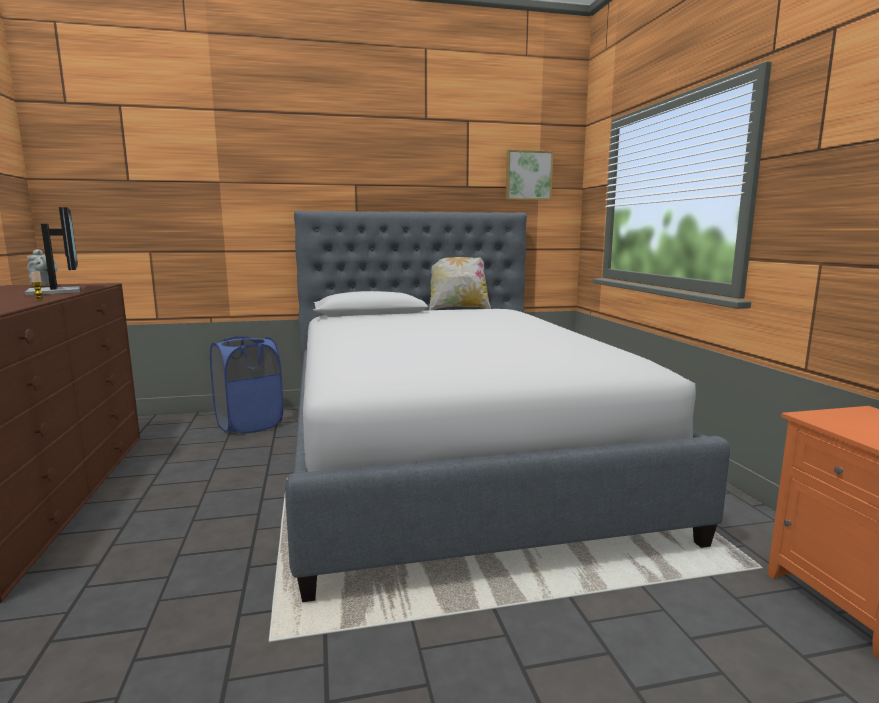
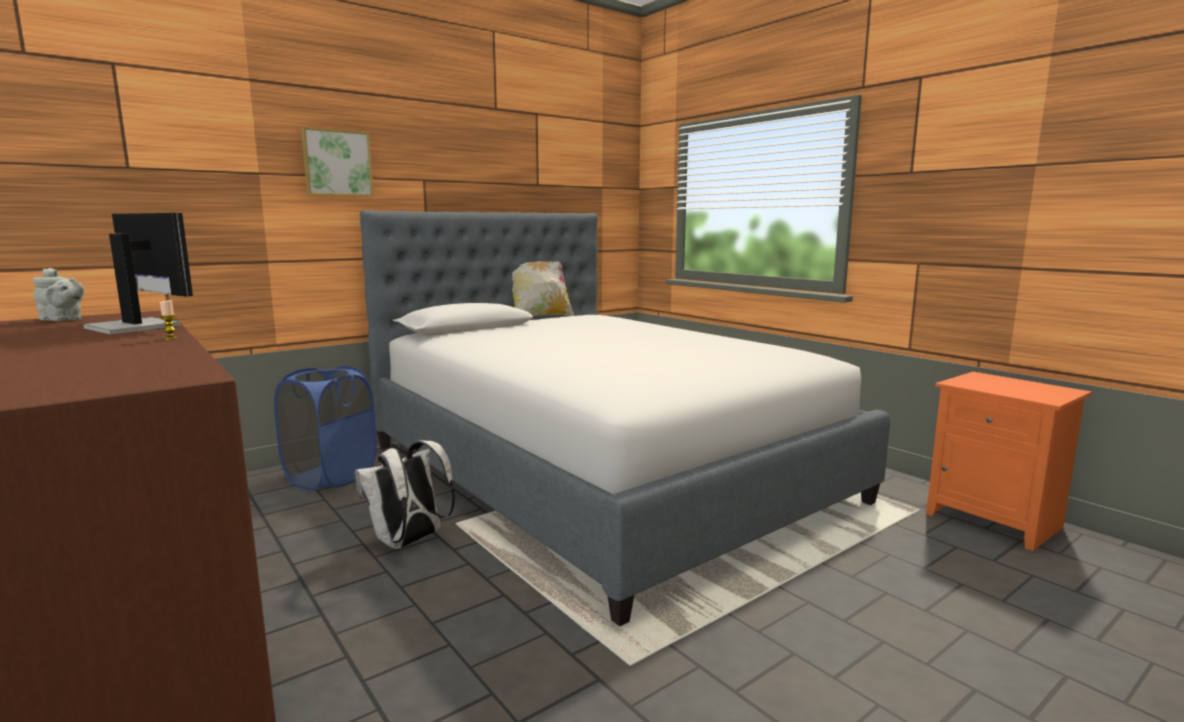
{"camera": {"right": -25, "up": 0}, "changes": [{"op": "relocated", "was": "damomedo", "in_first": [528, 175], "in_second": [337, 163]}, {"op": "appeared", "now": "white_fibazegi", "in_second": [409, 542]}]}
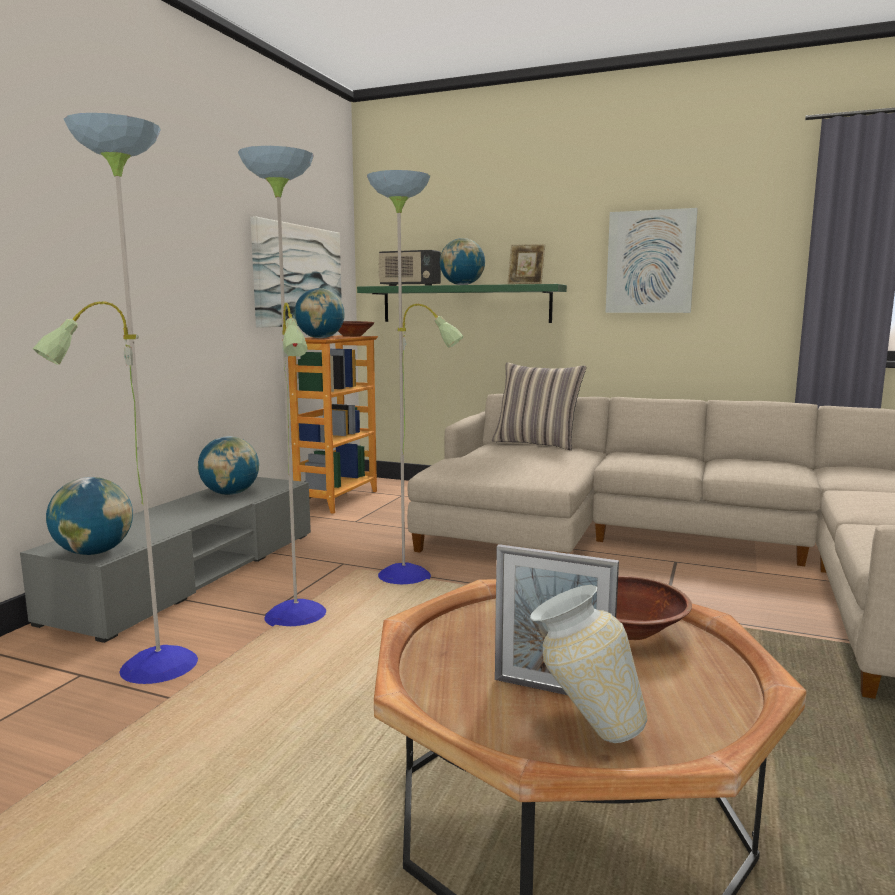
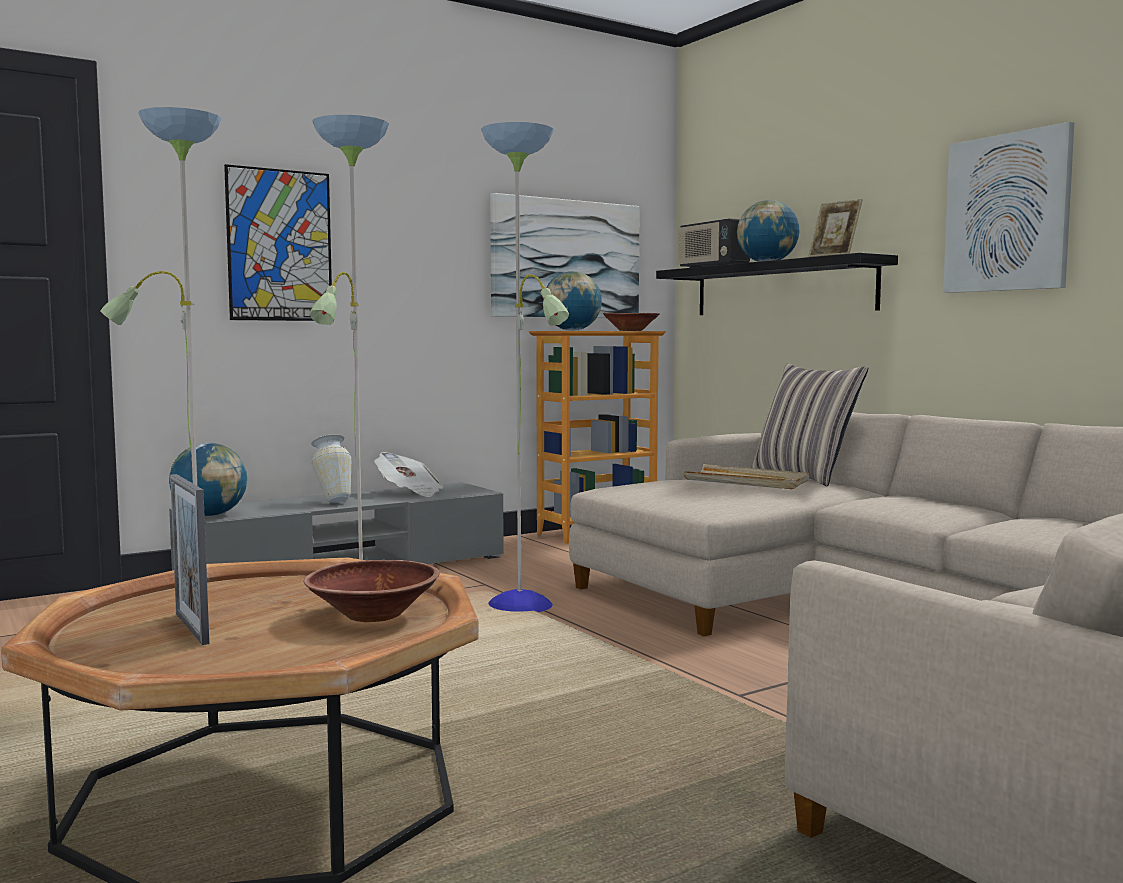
{"camera": {"right": 35, "up": -5}, "changes": [{"op": "colour", "was": "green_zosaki", "now": "black_zosaki", "in_first": [465, 304], "in_second": [781, 289]}, {"op": "exchanged", "was": "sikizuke", "now": "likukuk", "in_first": [230, 493], "in_second": [409, 493]}, {"op": "relocated", "was": "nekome", "in_first": [583, 729], "in_second": [333, 501]}, {"op": "appeared", "now": "damomedo", "in_second": [279, 245]}, {"op": "appeared", "now": "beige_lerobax", "in_second": [747, 482]}]}
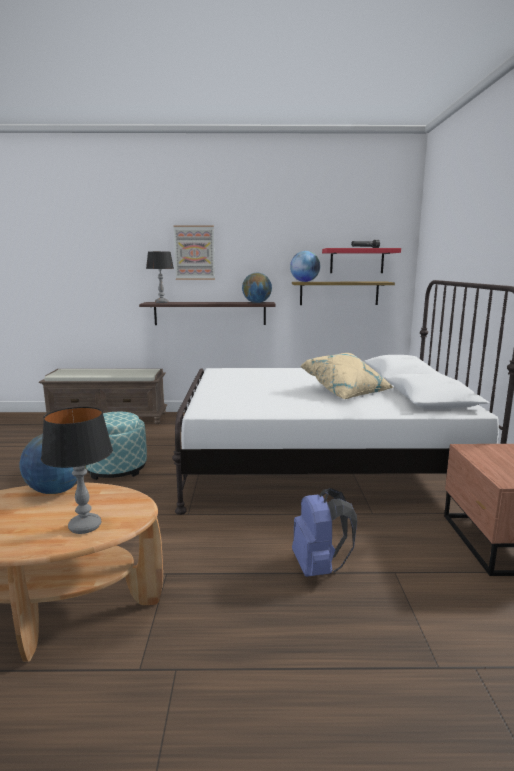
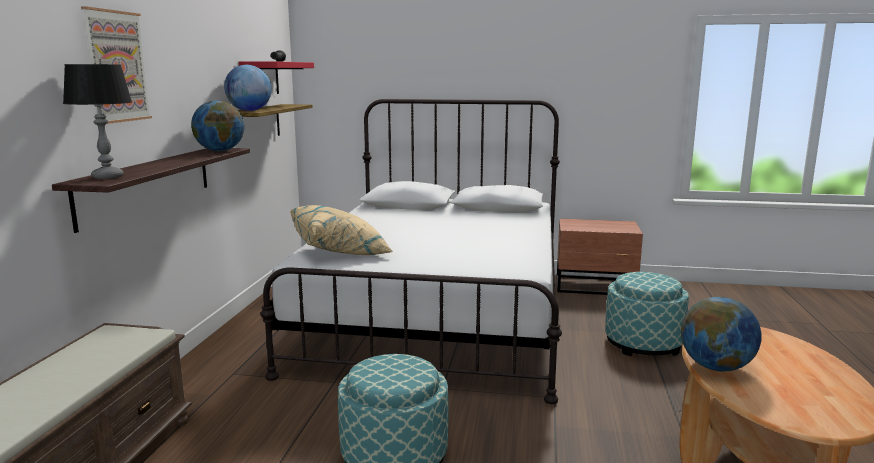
{"camera": {"right": -80, "up": 0}, "changes": [{"op": "relocated", "was": "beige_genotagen", "in_first": [346, 391], "in_second": [341, 251]}, {"op": "missing", "was": "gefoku", "in_first": [84, 526]}, {"op": "exchanged", "was": "blue_fibazegi", "now": "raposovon", "in_first": [319, 567], "in_second": [643, 343]}]}
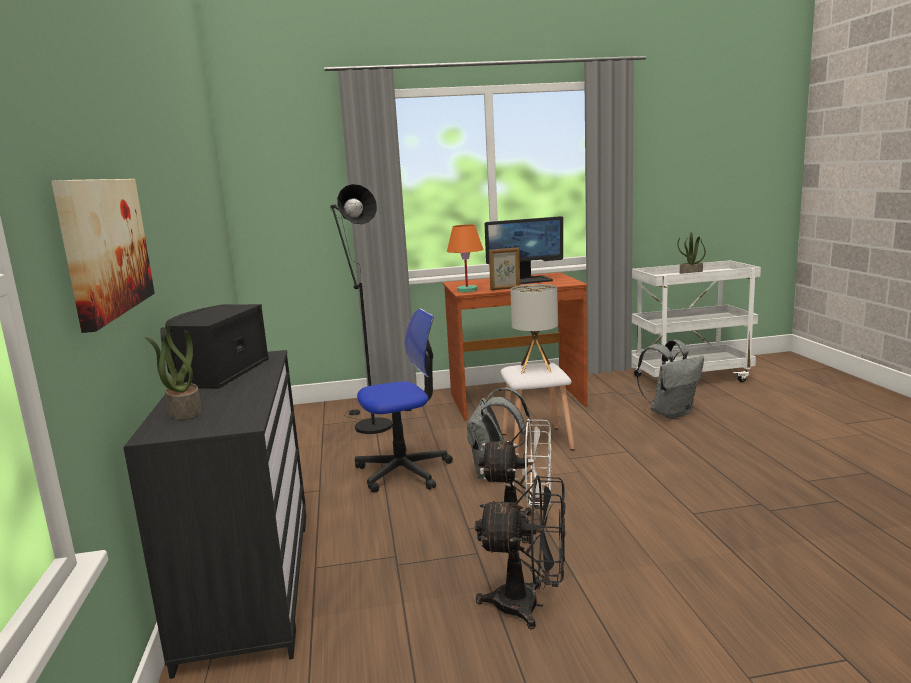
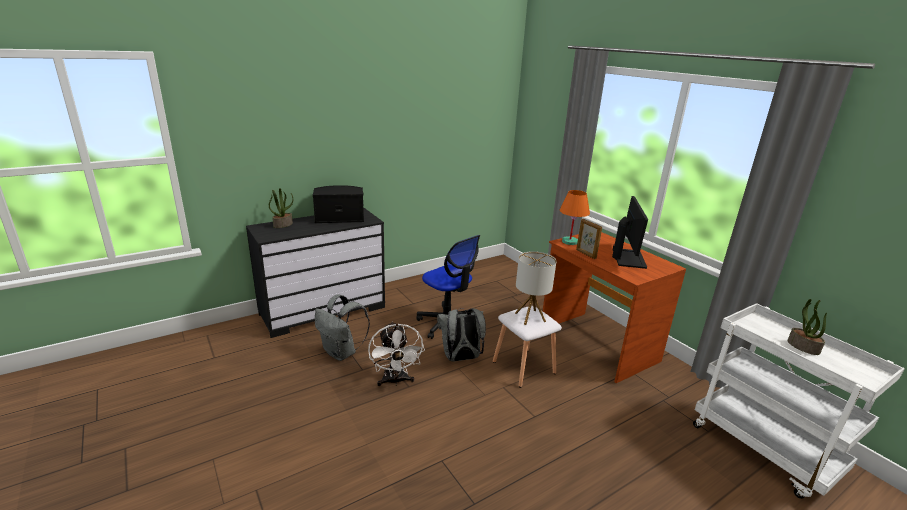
{"camera": {"right": 65, "up": 10}, "changes": [{"op": "missing", "was": "damomedo", "in_first": [104, 247]}, {"op": "missing", "was": "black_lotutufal", "in_first": [369, 425]}, {"op": "spun", "was": "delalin", "in_first": [526, 280], "in_second": [628, 258], "clockwise": -135}, {"op": "relocated", "was": "grey_fibazegi", "in_first": [671, 413], "in_second": [342, 353]}, {"op": "missing", "was": "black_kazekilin", "in_first": [529, 605]}]}
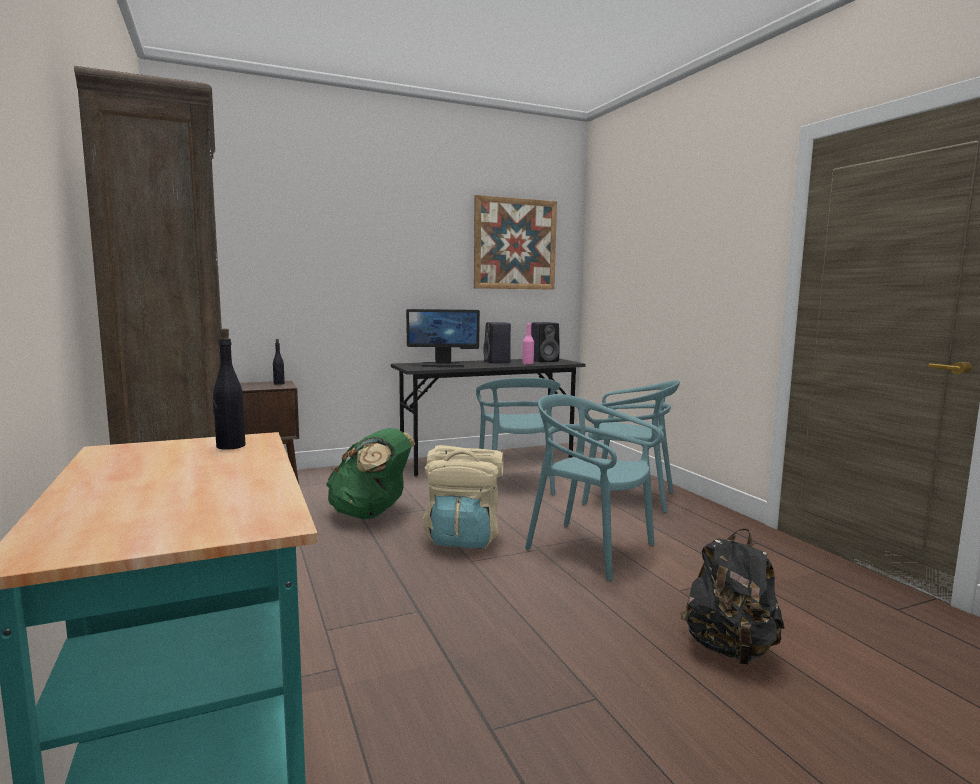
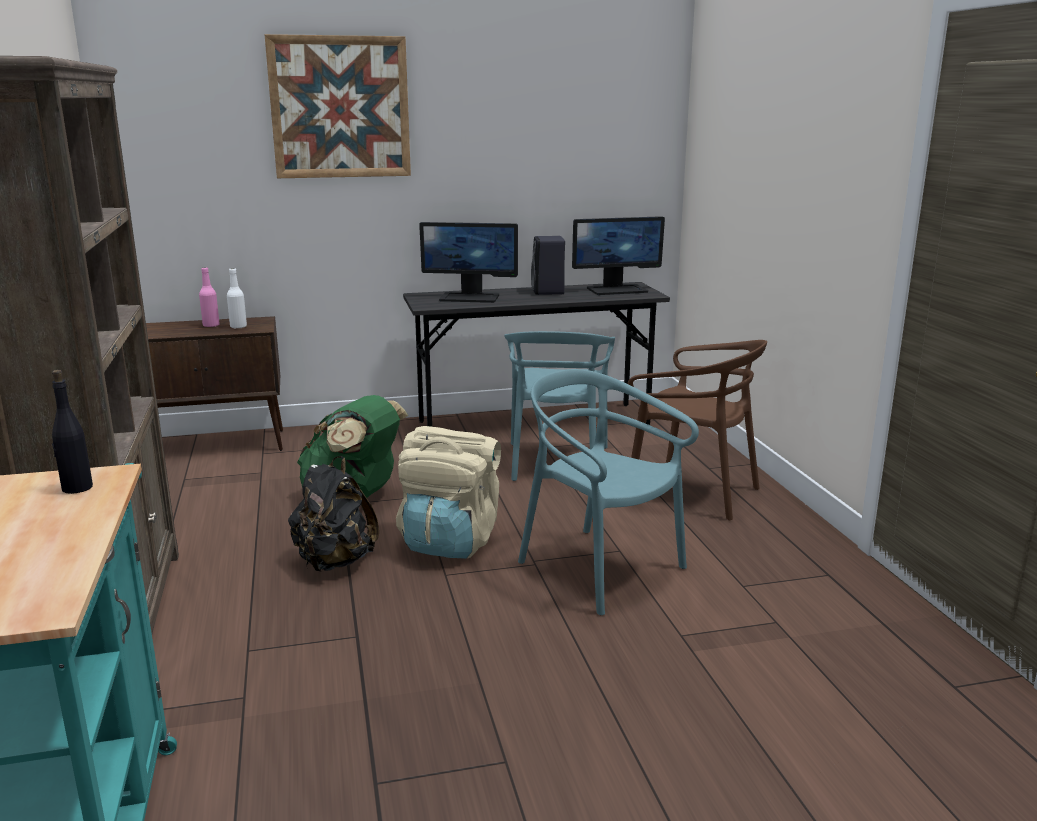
{"camera": {"right": 10, "up": 10}, "changes": [{"op": "relocated", "was": "damomedo", "in_first": [515, 244], "in_second": [340, 107]}, {"op": "exchanged", "was": "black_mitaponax", "now": "delalin", "in_first": [545, 361], "in_second": [617, 290]}, {"op": "relocated", "was": "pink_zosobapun", "in_first": [528, 364], "in_second": [211, 325]}, {"op": "missing", "was": "black_zosobapun", "in_first": [279, 383]}, {"op": "colour", "was": "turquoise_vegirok", "now": "brown_vegirok", "in_first": [627, 497], "in_second": [692, 492]}, {"op": "relocated", "was": "black_fibazegi", "in_first": [729, 649], "in_second": [334, 561]}, {"op": "appeared", "now": "white_zosobapun", "in_second": [238, 327]}]}
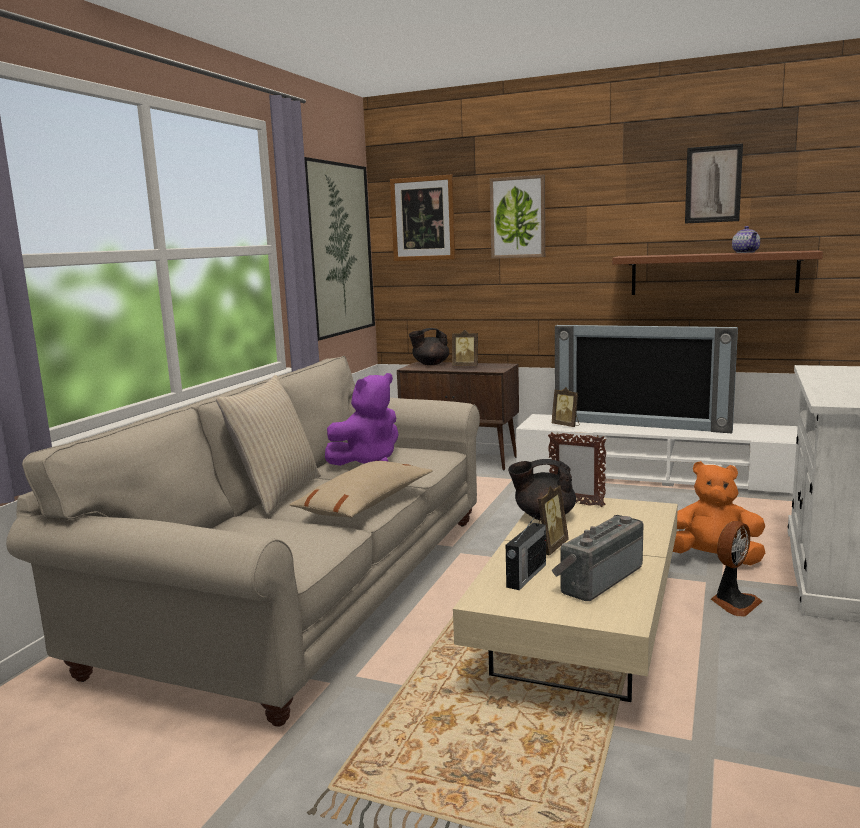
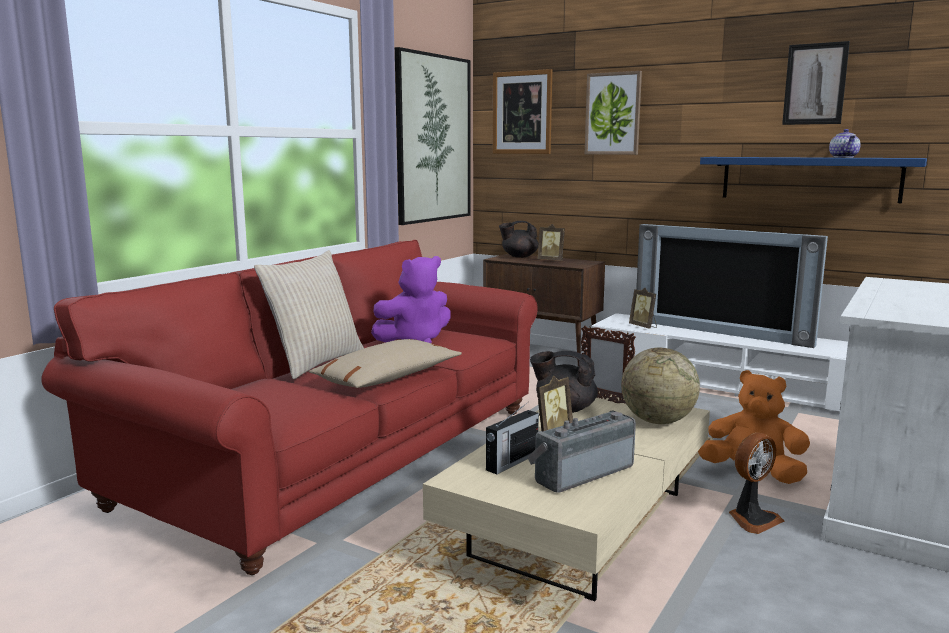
{"camera": {"right": 10, "up": 0}, "changes": [{"op": "colour", "was": "brown_zosaki", "now": "blue_zosaki", "in_first": [712, 273], "in_second": [809, 178]}, {"op": "colour", "was": "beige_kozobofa", "now": "red_kozobofa", "in_first": [310, 587], "in_second": [342, 455]}, {"op": "appeared", "now": "sikizuke", "in_second": [657, 421]}]}
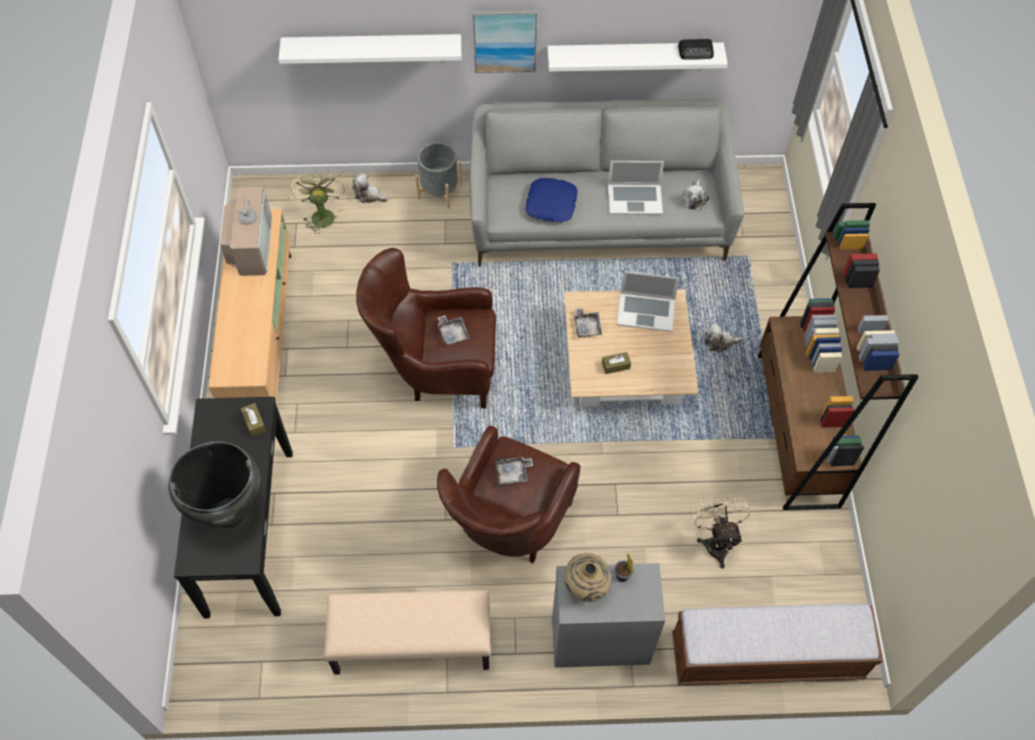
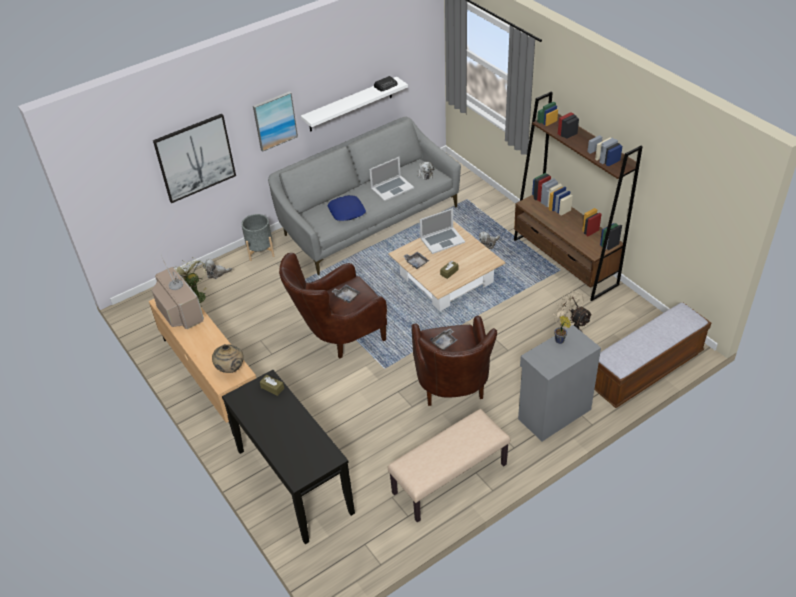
{"camera": {"right": -30, "up": -15}, "changes": [{"op": "exchanged", "was": "white_zosaki", "now": "damomedo", "in_first": [372, 48], "in_second": [195, 158]}, {"op": "missing", "was": "black_nekome", "in_first": [229, 512]}, {"op": "relocated", "was": "beige_nekome", "in_first": [586, 587], "in_second": [230, 369]}]}
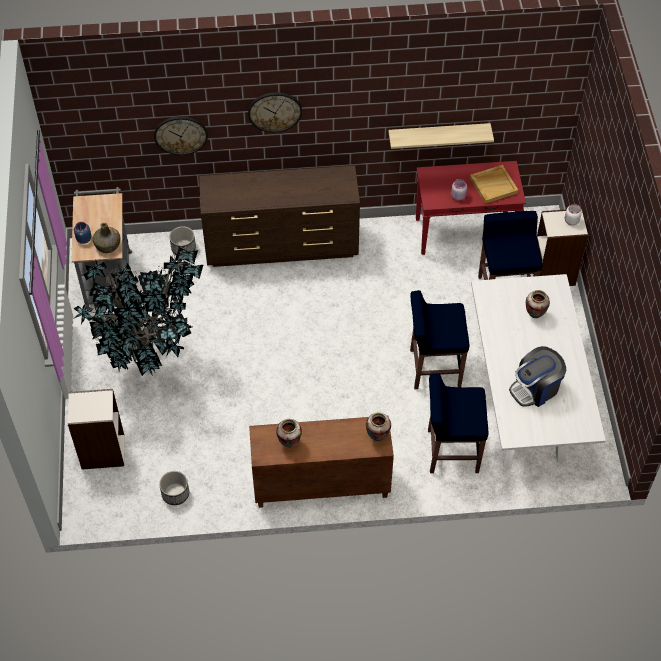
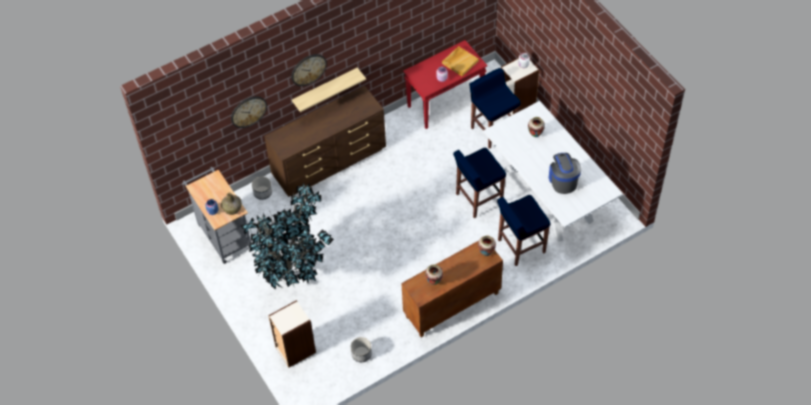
{"camera": {"right": -25, "up": 0}, "changes": [{"op": "relocated", "was": "zosaki", "in_first": [438, 134], "in_second": [325, 89]}, {"op": "spun", "was": "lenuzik", "in_first": [535, 388], "in_second": [563, 180], "clockwise": 135}]}
